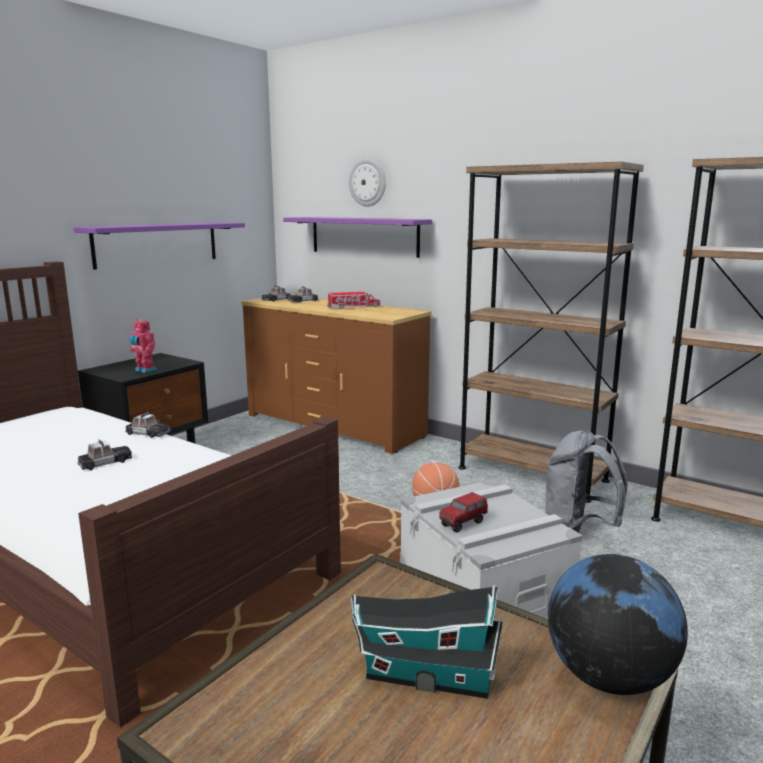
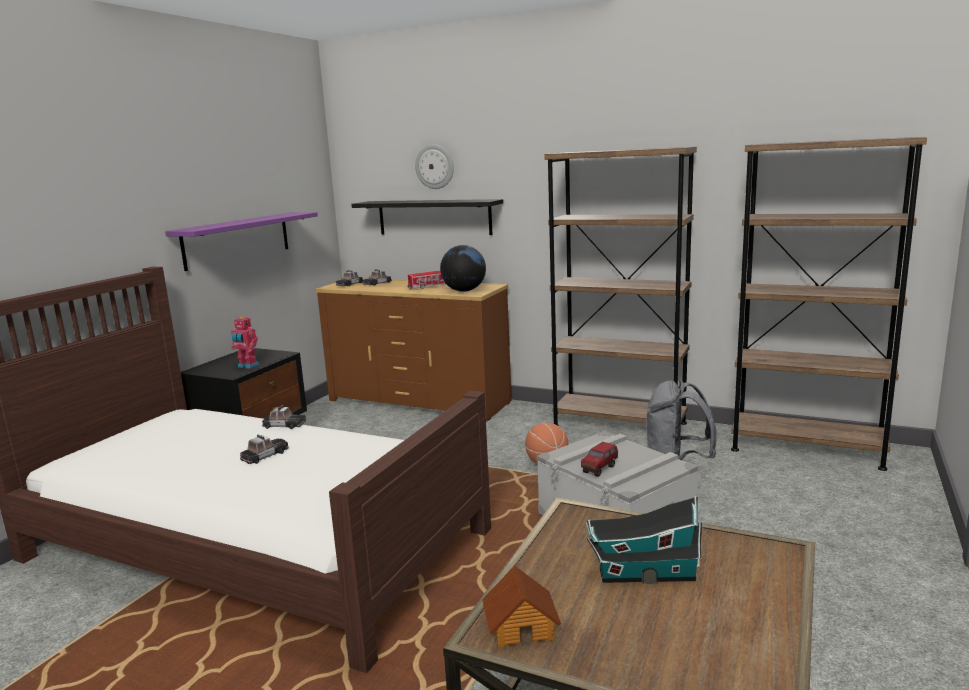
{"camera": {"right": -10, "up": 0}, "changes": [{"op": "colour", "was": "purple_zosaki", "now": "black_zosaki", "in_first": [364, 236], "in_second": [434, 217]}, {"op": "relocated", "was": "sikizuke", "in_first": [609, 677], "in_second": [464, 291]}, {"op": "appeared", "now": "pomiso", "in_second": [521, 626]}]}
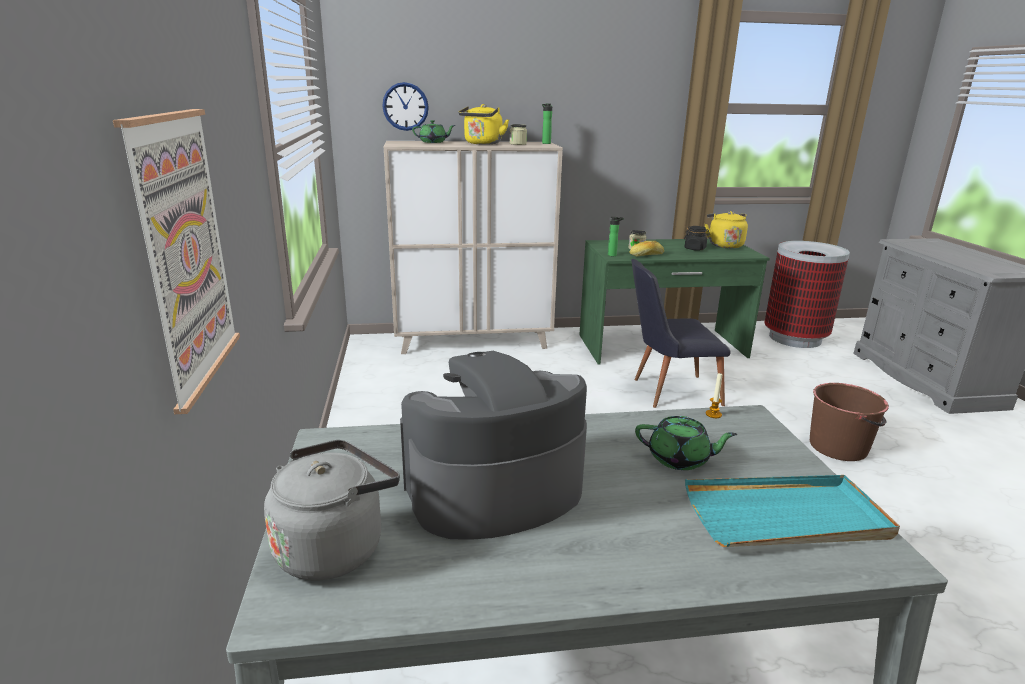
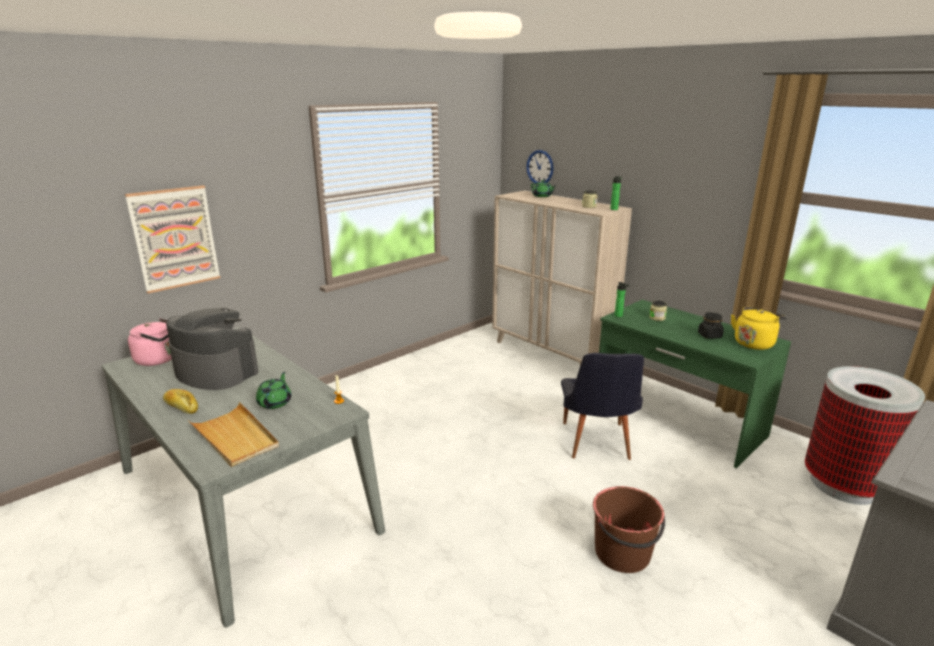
{"camera": {"right": 55, "up": 0}, "changes": [{"op": "missing", "was": "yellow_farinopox", "in_first": [482, 143]}, {"op": "relocated", "was": "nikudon", "in_first": [646, 255], "in_second": [181, 407]}, {"op": "spun", "was": "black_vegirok", "in_first": [667, 391], "in_second": [596, 445], "clockwise": -135}, {"op": "spun", "was": "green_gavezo", "in_first": [680, 459], "in_second": [275, 402], "clockwise": -150}, {"op": "colour", "was": "grey_farinopox", "now": "pink_farinopox", "in_first": [334, 546], "in_second": [159, 359]}, {"op": "colour", "was": "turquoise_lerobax", "now": "beige_lerobax", "in_first": [787, 517], "in_second": [235, 437]}]}
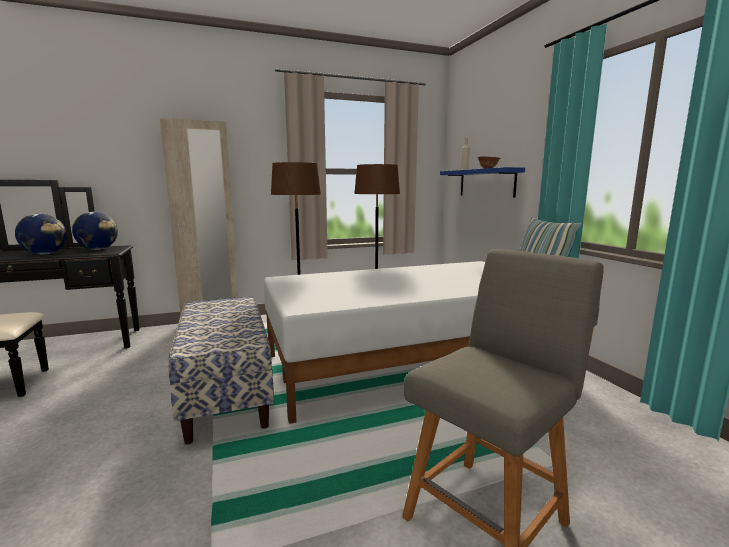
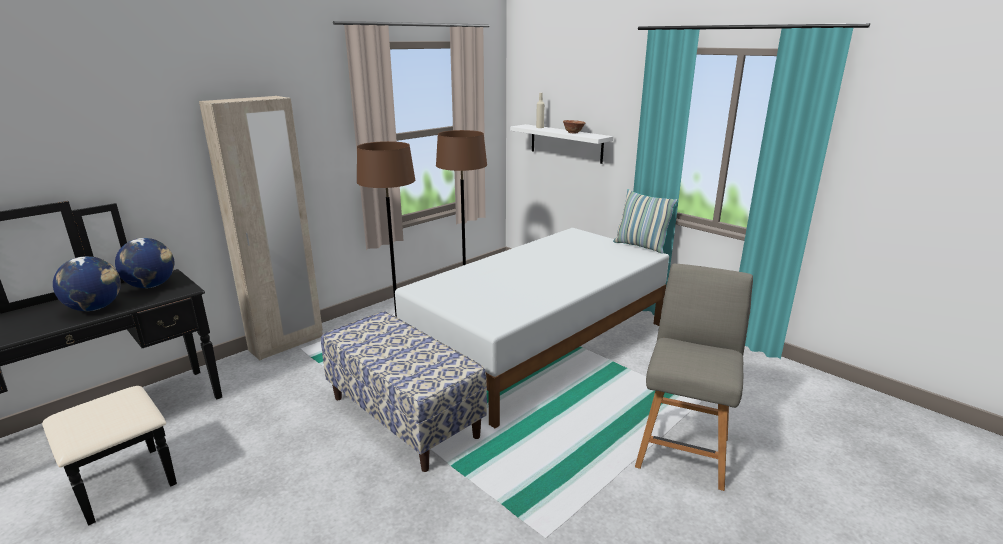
{"camera": {"right": -25, "up": 10}, "changes": [{"op": "colour", "was": "blue_zosaki", "now": "white_zosaki", "in_first": [486, 183], "in_second": [566, 143]}]}
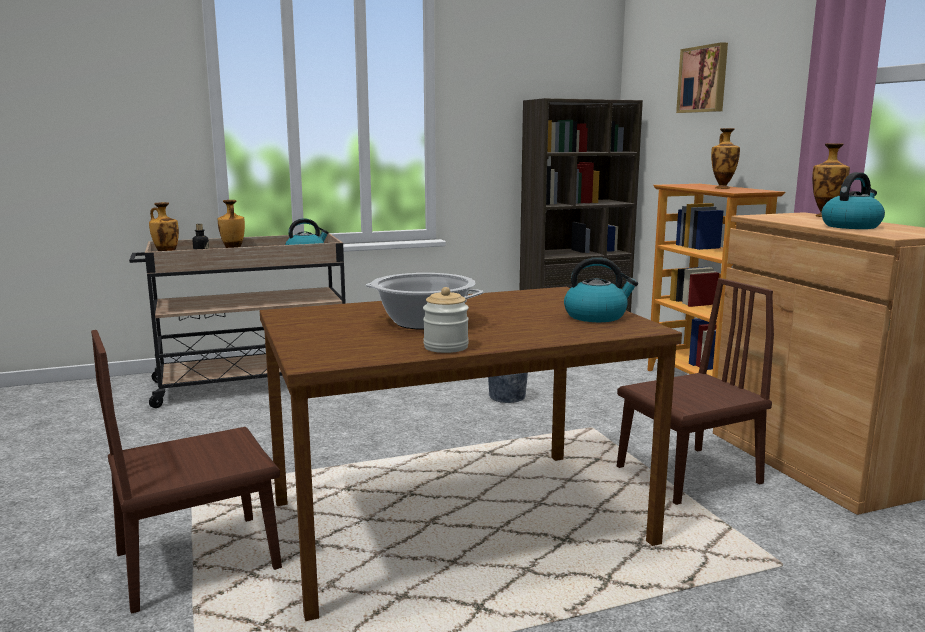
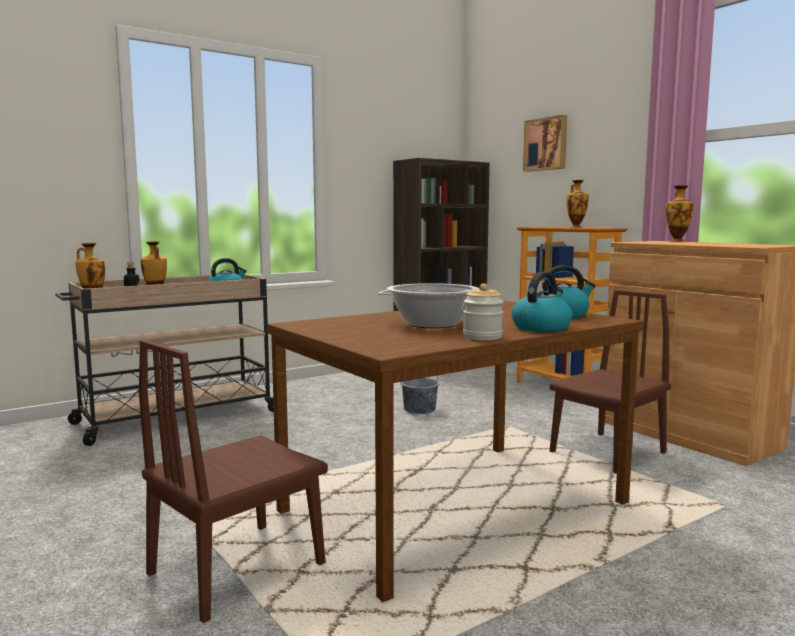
{"camera": {"right": -15, "up": -5}, "changes": [{"op": "relocated", "was": "farinopox", "in_first": [851, 226], "in_second": [541, 328]}]}
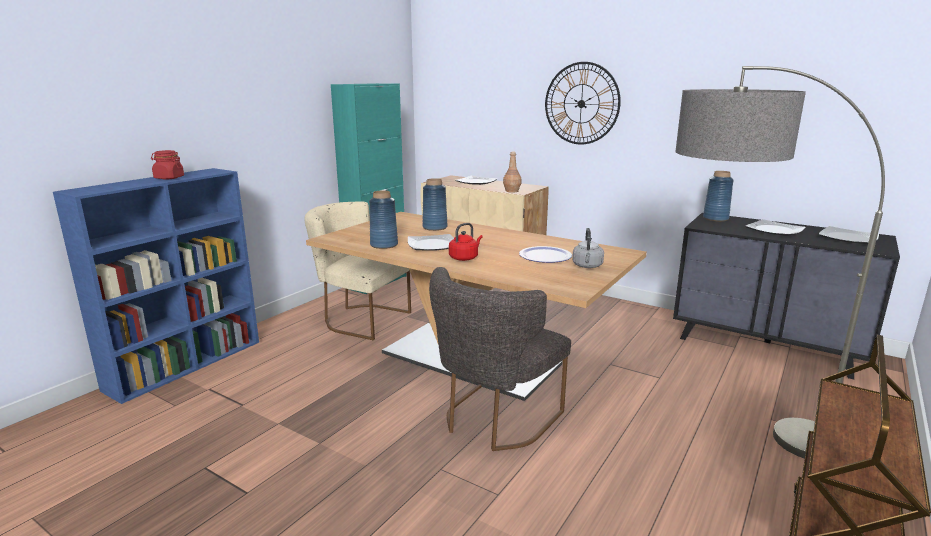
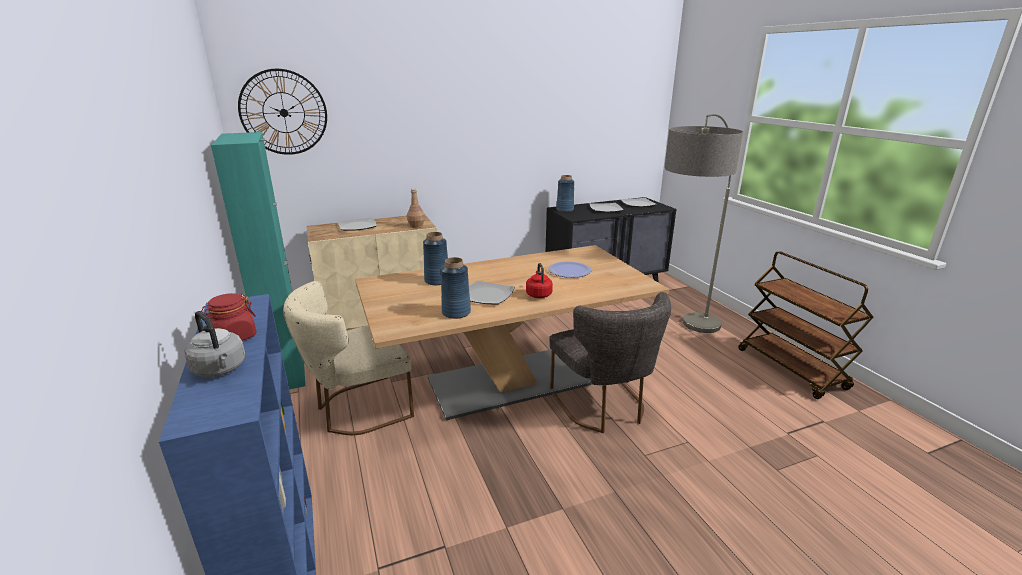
{"camera": {"right": -55, "up": 5}, "changes": [{"op": "relocated", "was": "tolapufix", "in_first": [581, 103], "in_second": [284, 112]}, {"op": "relocated", "was": "grey_farinopox", "in_first": [587, 266], "in_second": [220, 369]}]}
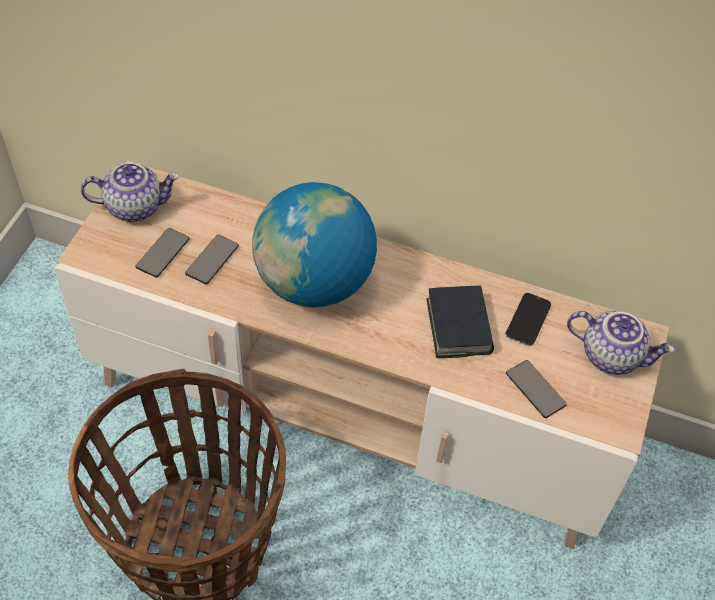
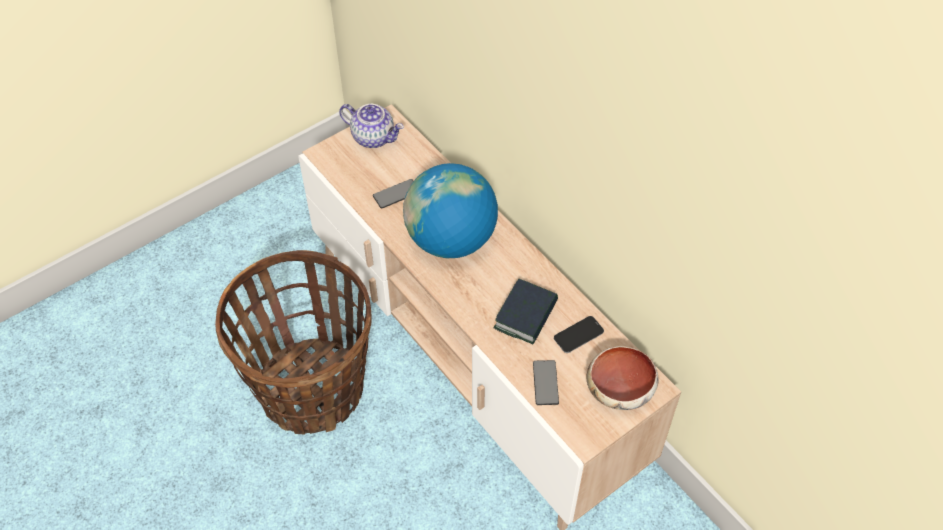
{"camera": {"right": 35, "up": 0}, "changes": [{"op": "missing", "was": "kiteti", "in_first": [163, 253]}, {"op": "exchanged", "was": "gavezo", "now": "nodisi", "in_first": [612, 355], "in_second": [620, 388]}]}
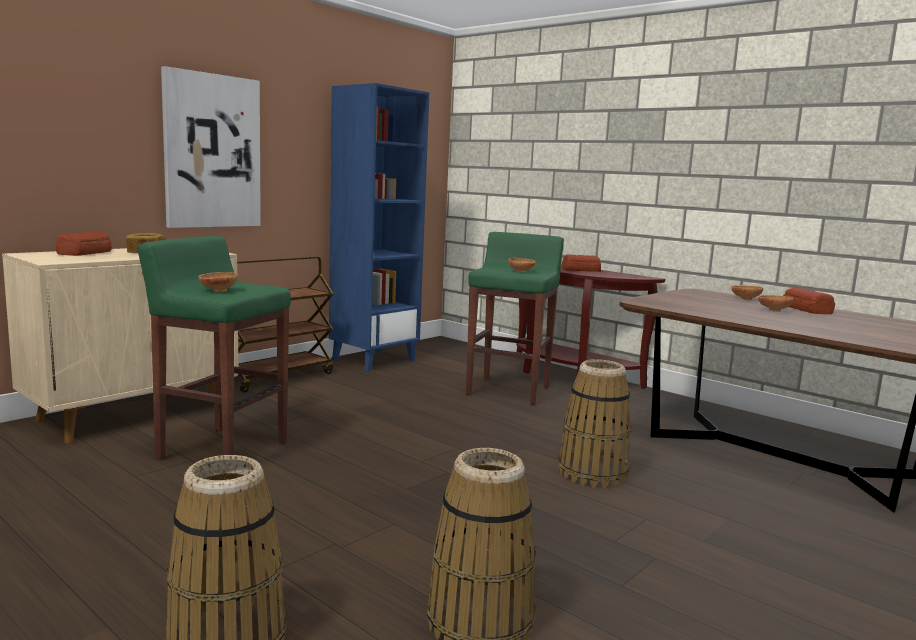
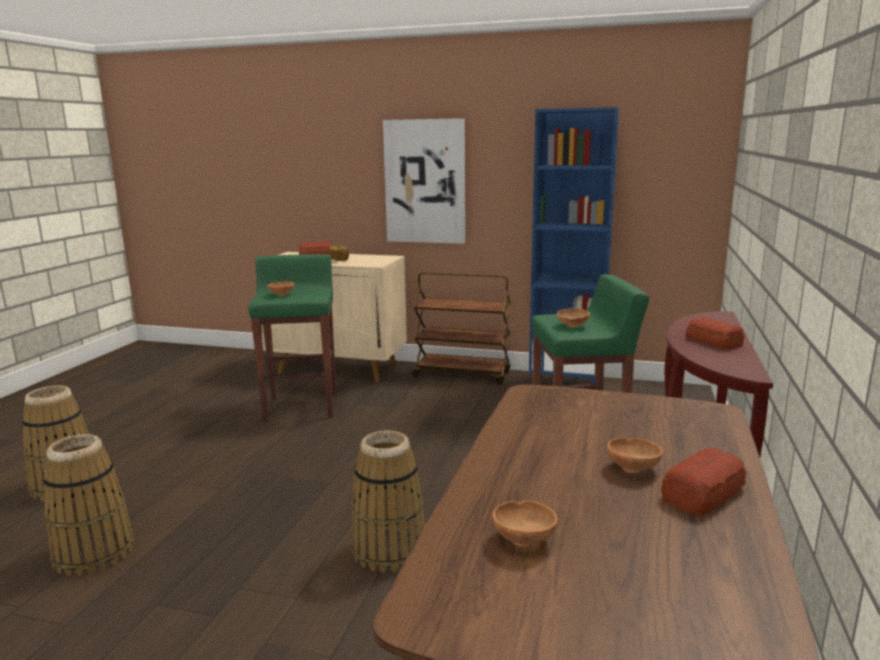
{"camera": {"right": 65, "up": 5}, "changes": [{"op": "relocated", "was": "brown_nodisi", "in_first": [745, 299], "in_second": [525, 539]}]}
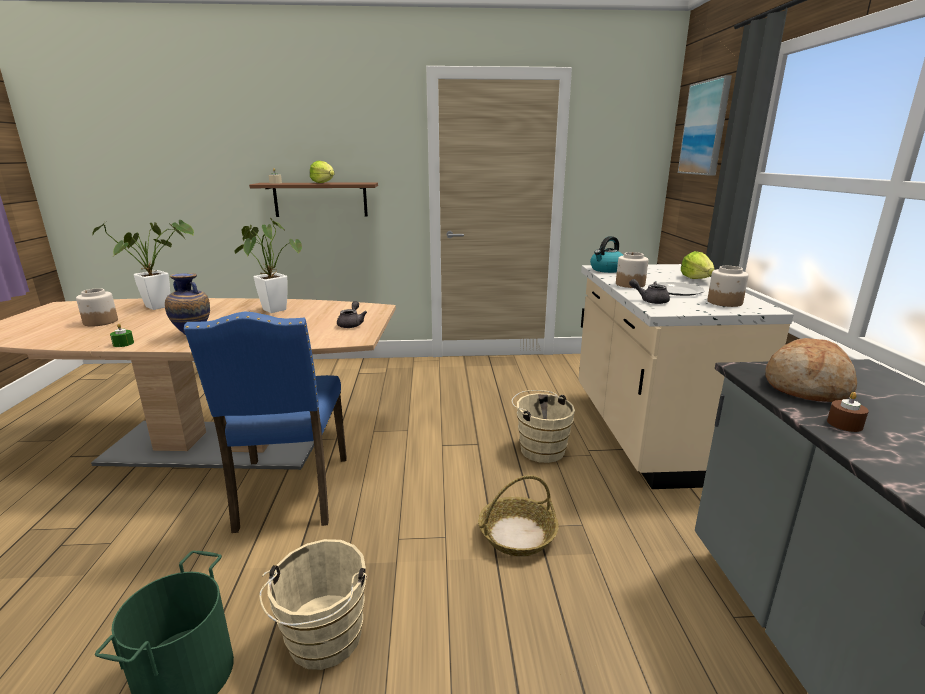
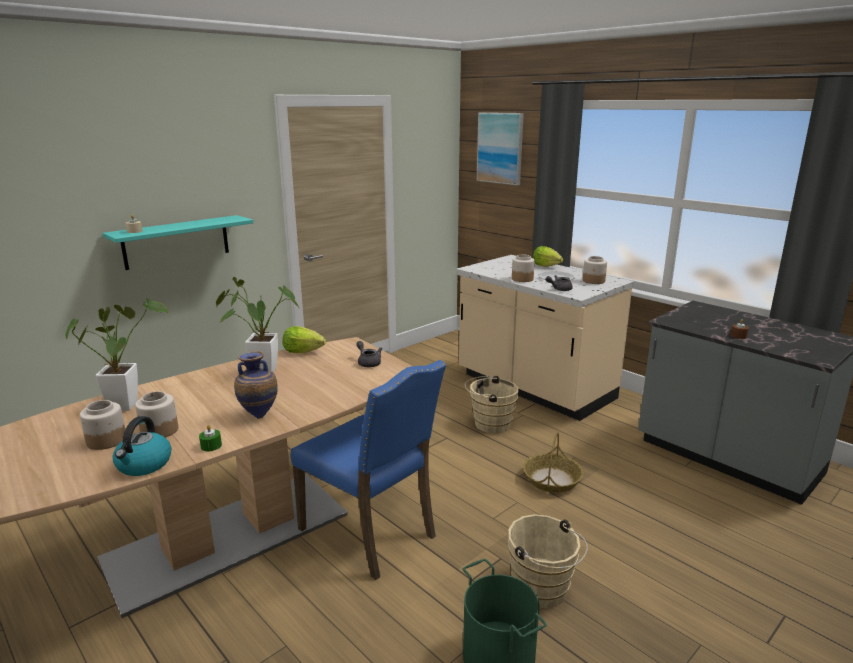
{"camera": {"right": -40, "up": 0}, "changes": [{"op": "relocated", "was": "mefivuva", "in_first": [323, 183], "in_second": [302, 351]}, {"op": "colour", "was": "brown_zosaki", "now": "turquoise_zosaki", "in_first": [320, 199], "in_second": [176, 242]}, {"op": "relocated", "was": "farinopox", "in_first": [607, 270], "in_second": [144, 465]}, {"op": "missing", "was": "nikudon", "in_first": [806, 387]}, {"op": "appeared", "now": "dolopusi", "in_second": [159, 430]}]}
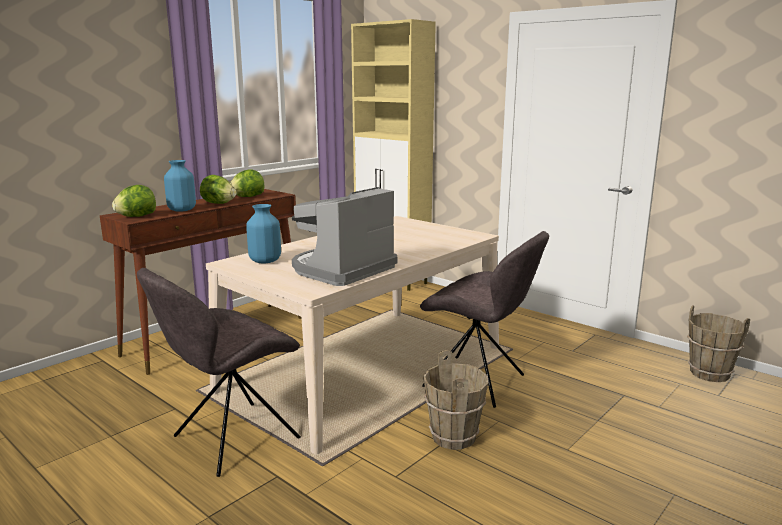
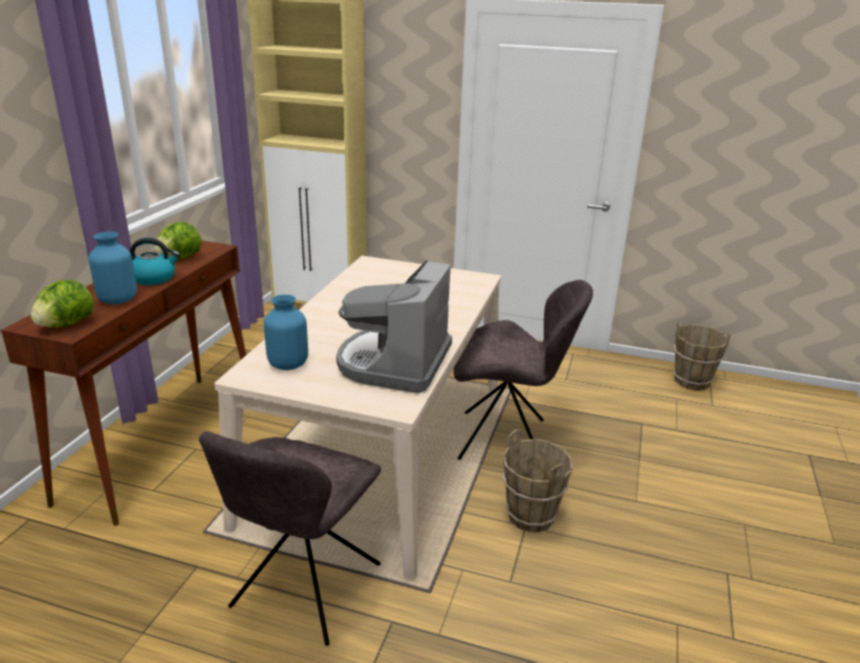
{"camera": {"right": -25, "up": 10}, "changes": [{"op": "exchanged", "was": "mefivuva", "now": "farinopox", "in_first": [218, 203], "in_second": [154, 278]}]}
